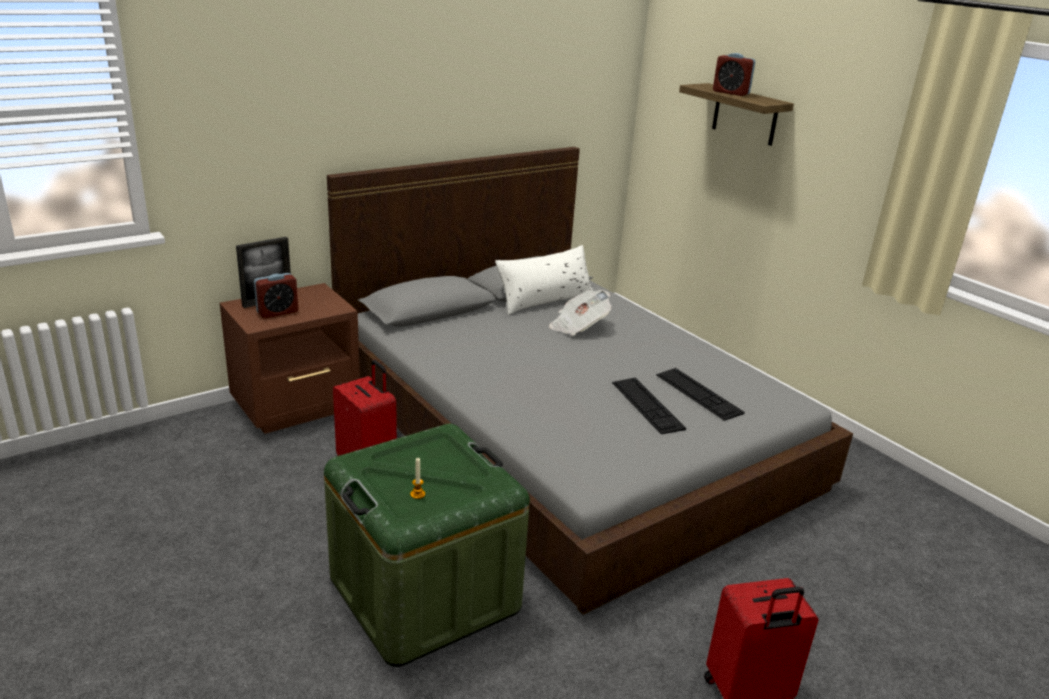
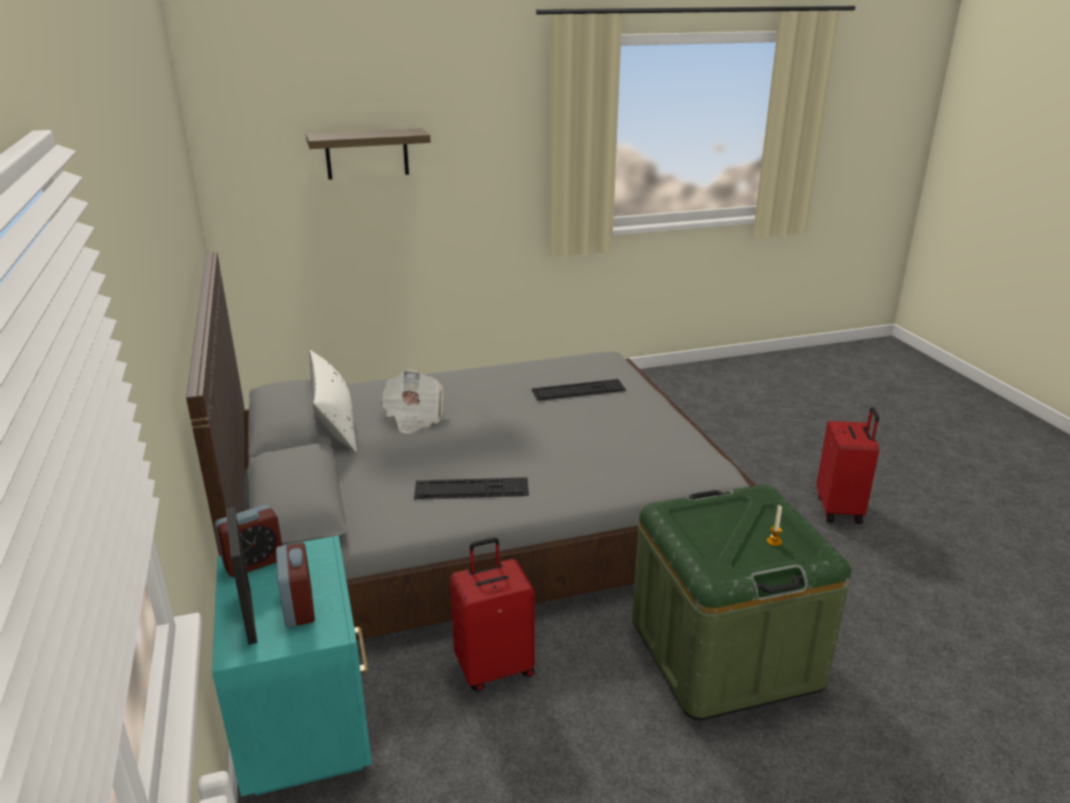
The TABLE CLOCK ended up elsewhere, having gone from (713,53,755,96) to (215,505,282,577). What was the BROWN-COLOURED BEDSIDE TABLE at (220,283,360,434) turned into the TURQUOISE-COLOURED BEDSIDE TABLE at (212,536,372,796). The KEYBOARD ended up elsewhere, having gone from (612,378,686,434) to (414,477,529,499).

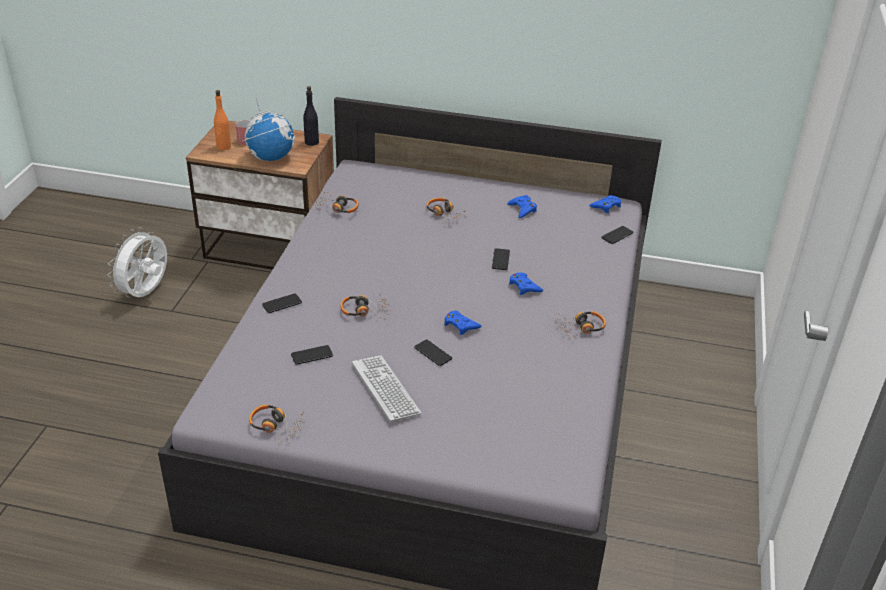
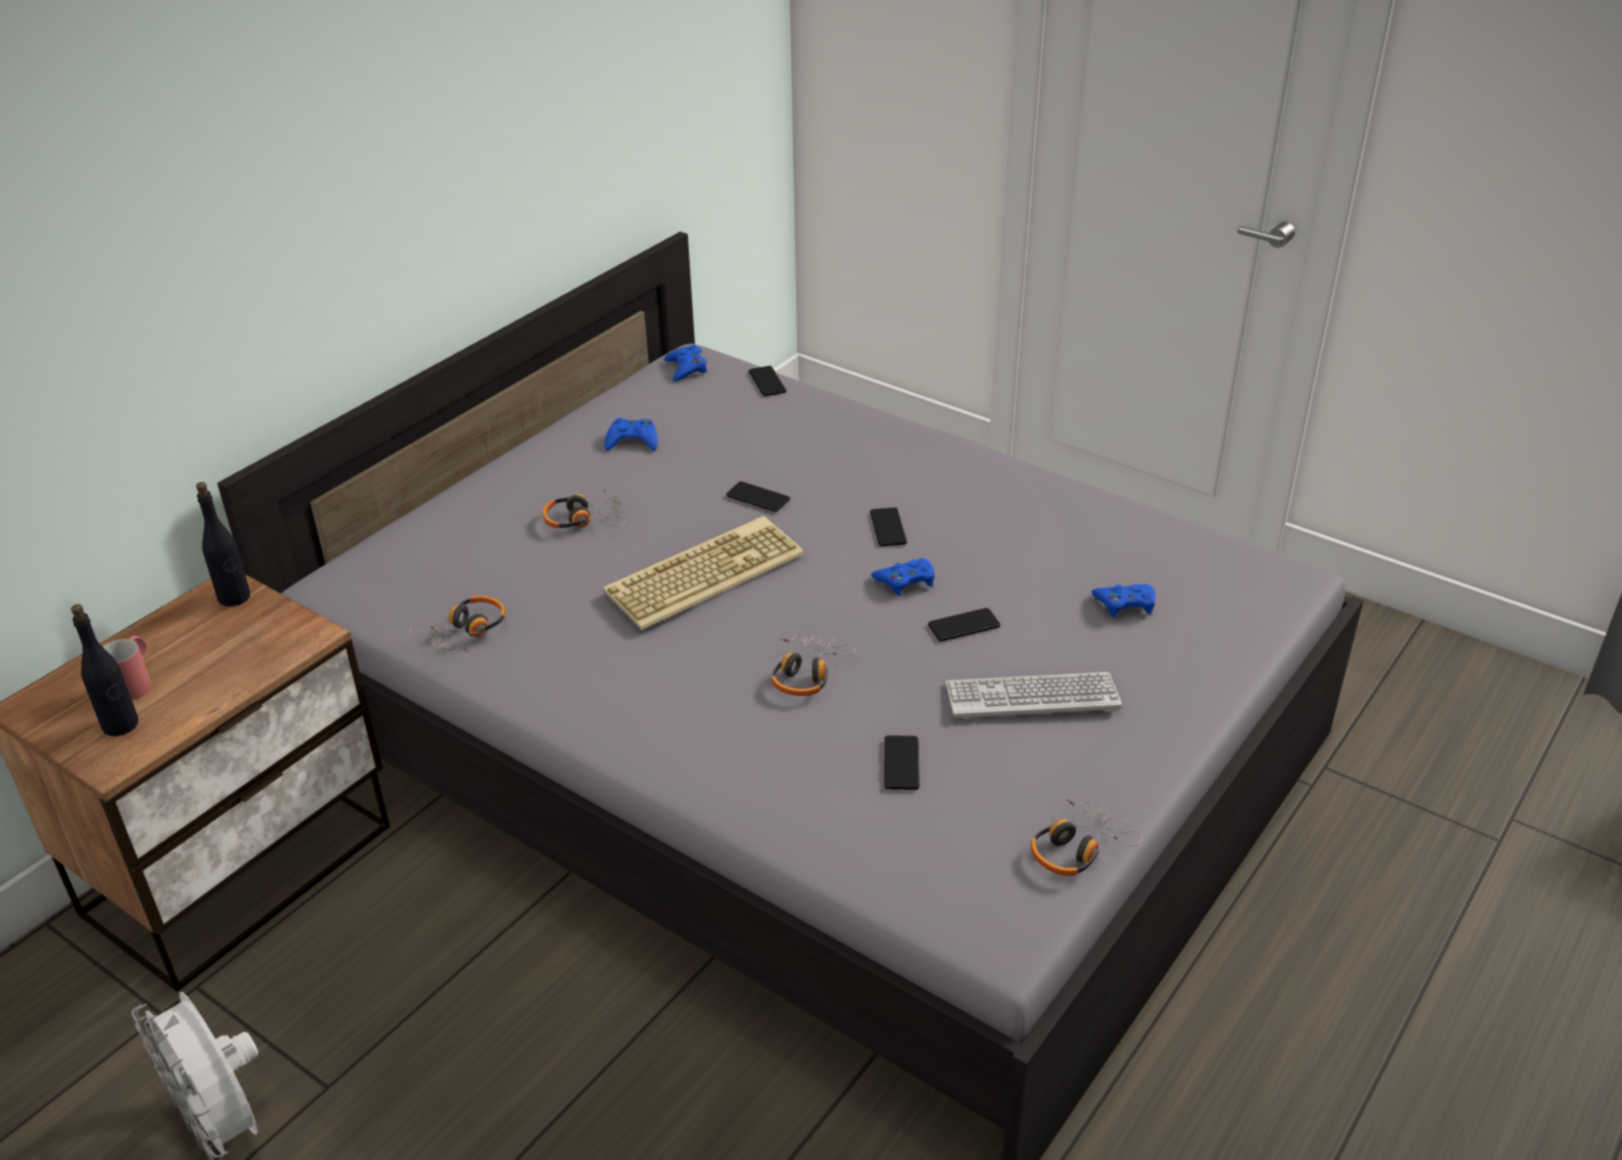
What was the ORANGE-COLOURED BOTTLE at (214,90,231,150) turned into the BLACKISH BOTTLE at (71,604,139,736). The second view lost the GLOBE at (242,97,295,162). The BLUE GAME CONTROLLER ended up elsewhere, having gone from (509,272,543,295) to (1091,584,1155,618). The HANDSET ended up elsewhere, having gone from (262,293,302,313) to (870,507,907,546). The second view lost the PAIR OF HEADPHONES at (553,311,606,339). The second view gained the KEYBOARD at (603,516,804,630).

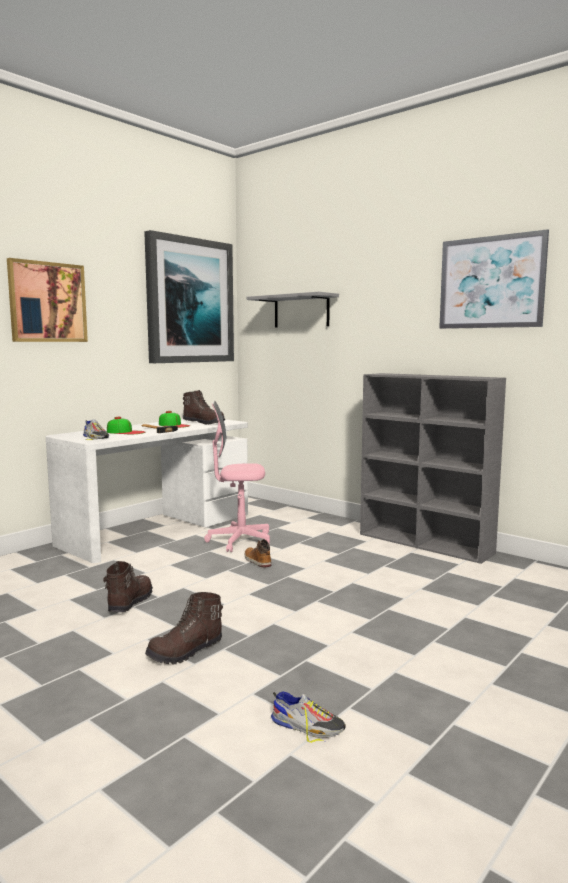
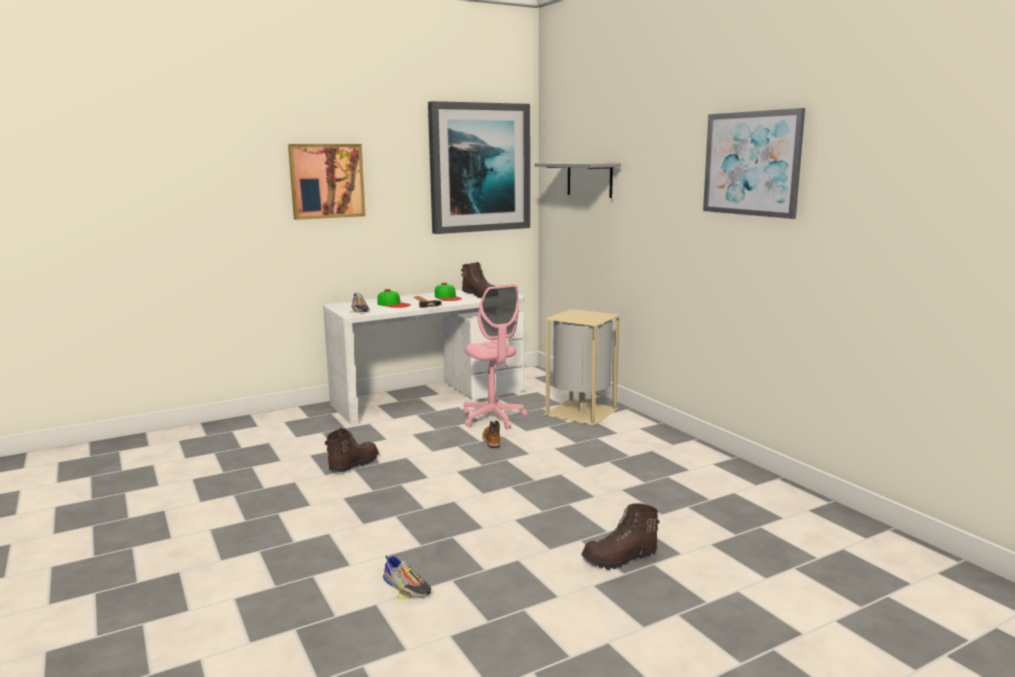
The second view lost the GRAY SHELVING UNIT at (360,373,506,564). The PINKISH DESK CHAIR at (204,401,270,552) ended up facing another way, 135 degrees counterclockwise from before. The BROWN-COLOURED TALL BOOT ended up elsewhere, having gone from (145,592,223,665) to (582,503,660,570). The second view gained the BEIGE TRASH CAN at (543,309,621,425).

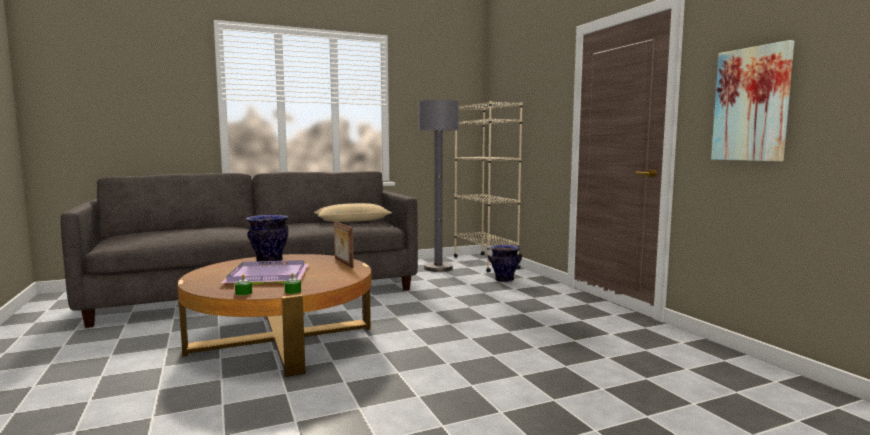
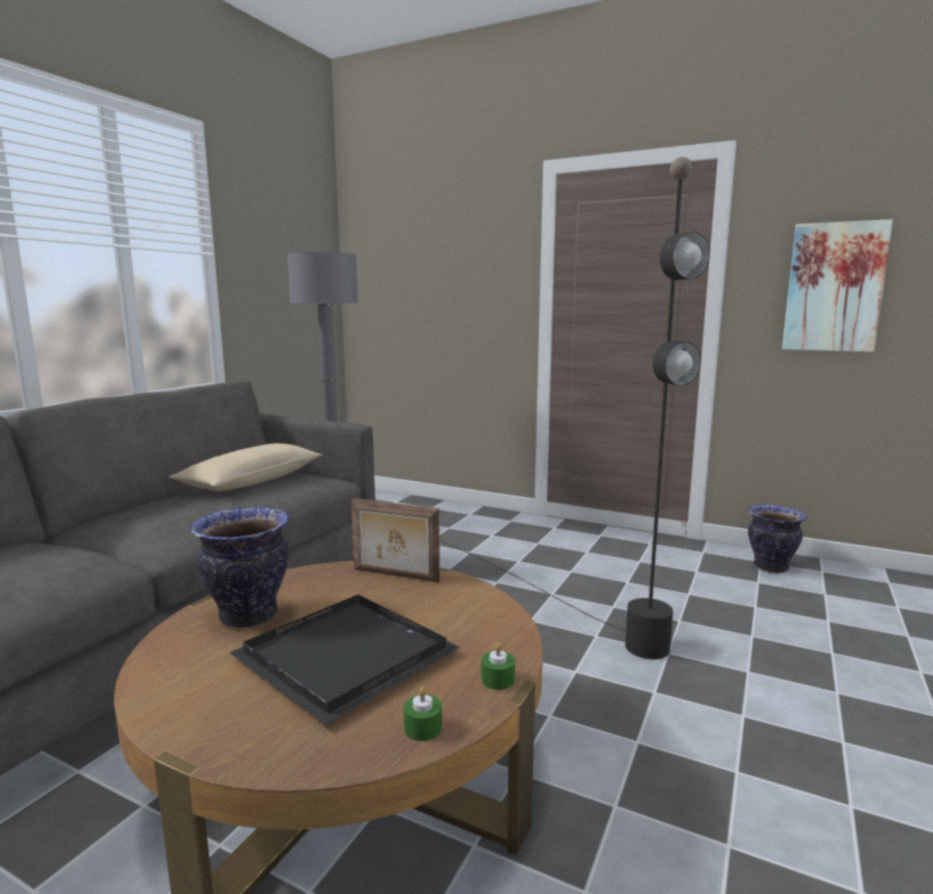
The second view lost the BEIGE SHELVING UNIT at (454,101,523,272). The VASE ended up elsewhere, having gone from (488,245,522,282) to (748,505,807,573). What was the PURPLE-COLOURED SERVING TRAY at (221,260,309,285) turned into the BLACKISH SERVING TRAY at (229,595,460,725). The second view gained the BLACKISH STANDARD LAMP at (441,157,710,659).

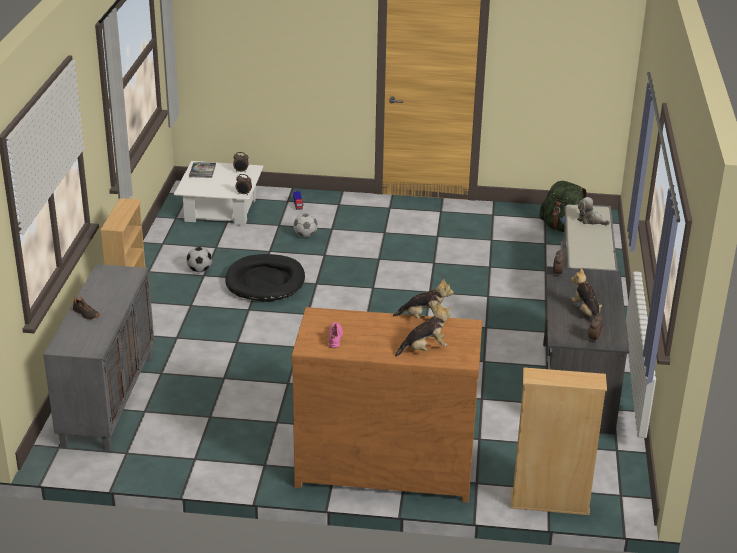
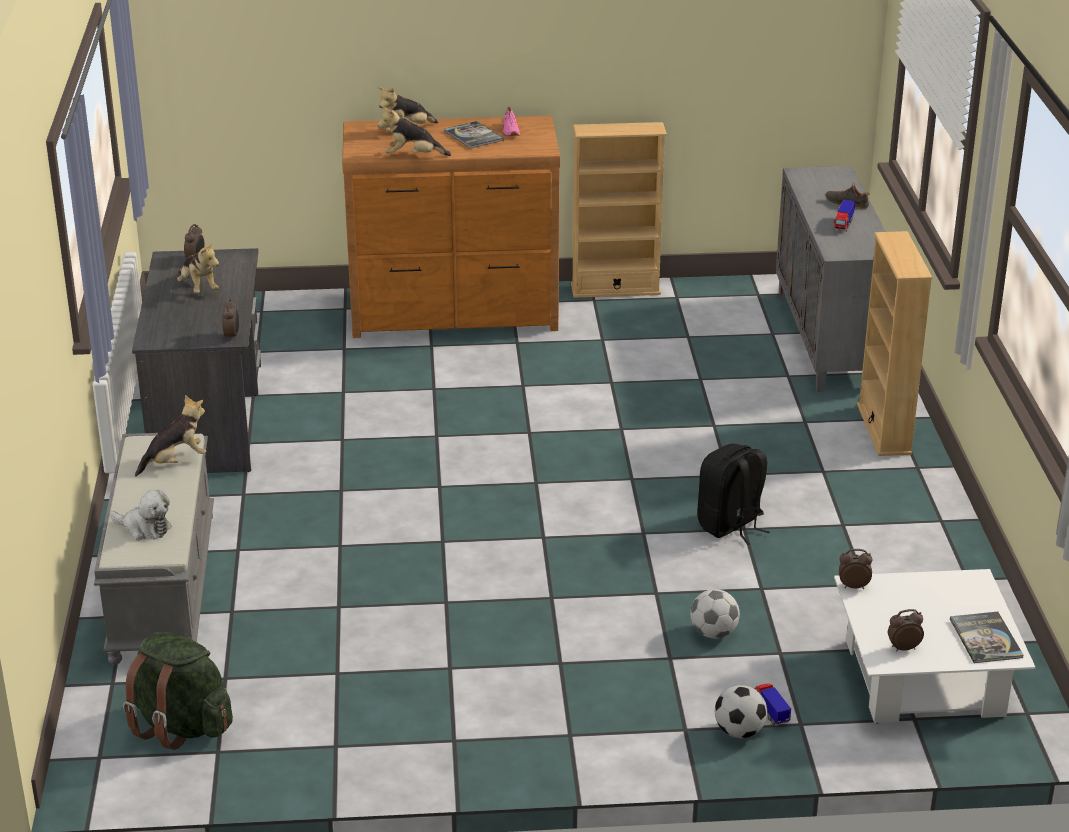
The FOOTBALL ended up elsewhere, having gone from (186,247,212,272) to (715,685,767,738). Where the BLACKISH DOG BED stood at (225,254,305,302), the BLACKISH KNAPSACK came to stand at (697,443,770,545). The BEIGE SHELVING UNIT ended up elsewhere, having gone from (511,367,607,515) to (571,122,667,298). The second view gained the BOOK at (444,121,504,148). The second view gained the MODEL TRUCK at (834,200,855,232). The second view gained the CUDDLY TOY at (135,395,206,477).

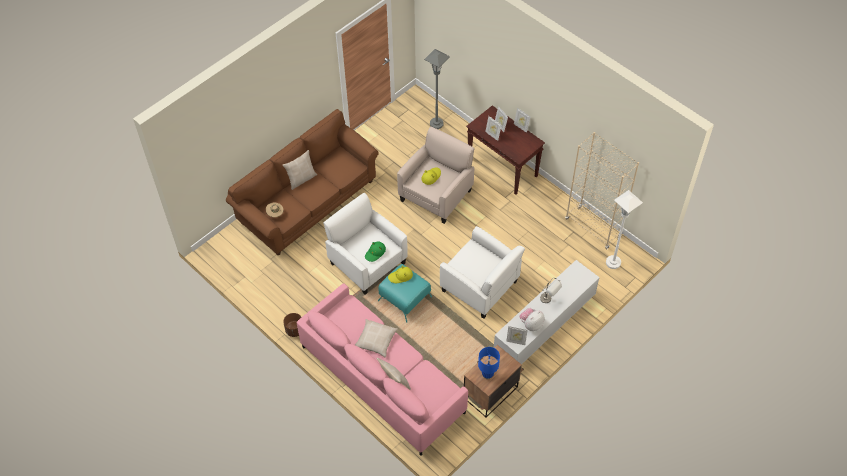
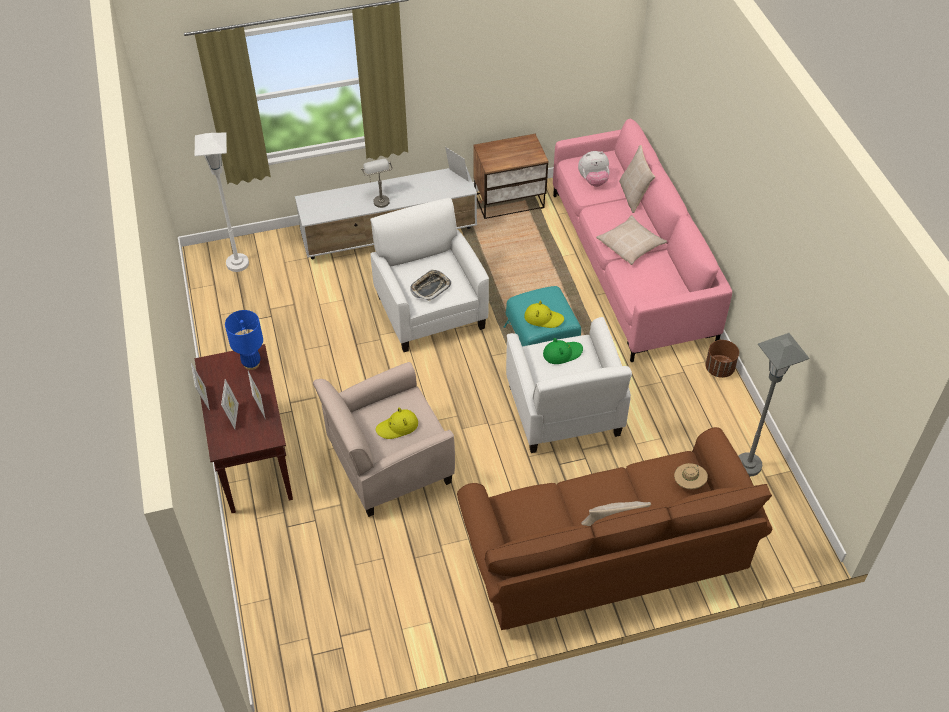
The GRAY STANDARD LAMP ended up elsewhere, having gone from (424,49,450,129) to (739,333,810,476). The second view lost the BEIGE SHELVING UNIT at (565,132,639,250). The CUDDLY TOY ended up elsewhere, having gone from (519,308,545,331) to (578,151,610,187). The BLUE TABLETOP LAMP ended up elsewhere, having gone from (478,347,500,379) to (225,310,263,370). The second view gained the SERVING TRAY at (410,269,451,301).

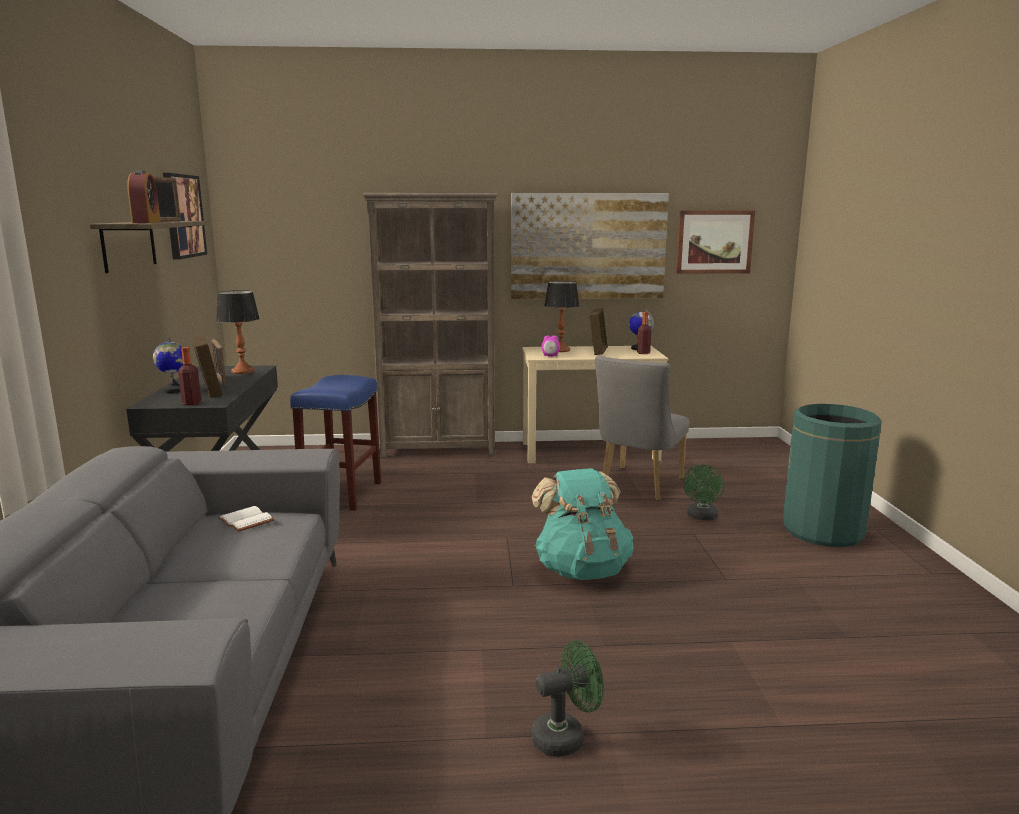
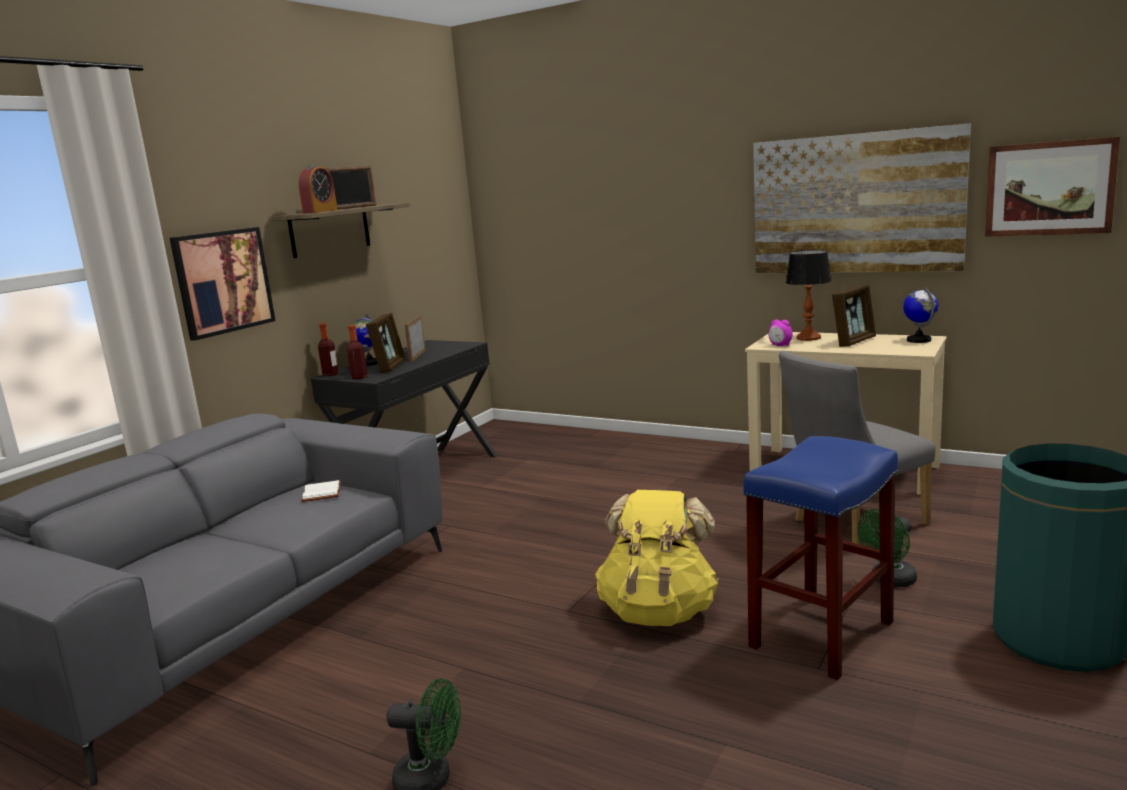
The WALL ART ended up elsewhere, having gone from (163,173,207,260) to (170,227,276,341). The second view lost the BROWN-COLOURED SHELVING UNIT at (362,193,498,459). The second view lost the TABLETOP LAMP at (216,290,260,374). The BOTTLE ended up elsewhere, having gone from (637,312,651,354) to (318,323,338,376). The BLUE SITTING STOOL ended up elsewhere, having gone from (290,375,381,511) to (744,436,899,680). What was the TURQUOISE-COLOURED KNAPSACK at (532,468,634,580) turned into the YELLOW-COLOURED KNAPSACK at (595,490,719,626).

